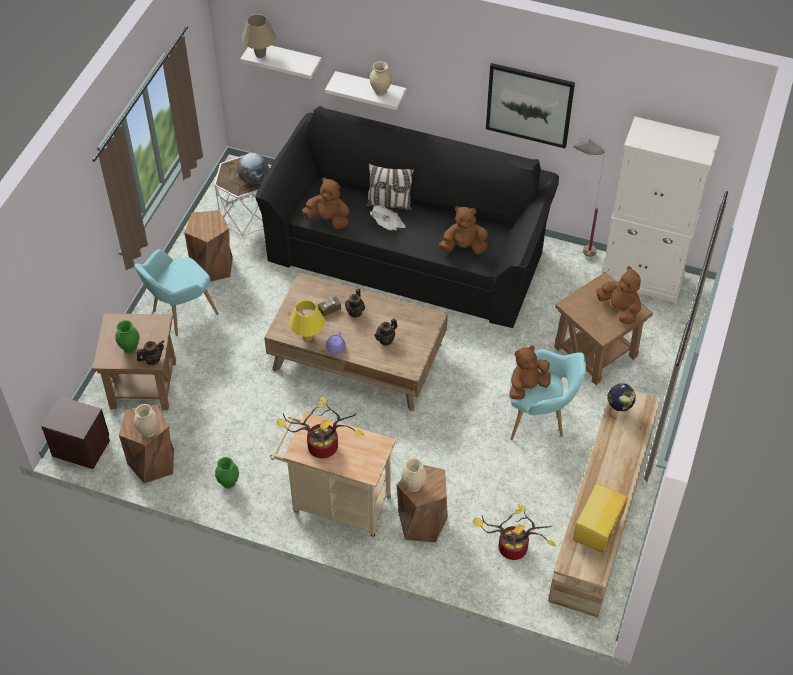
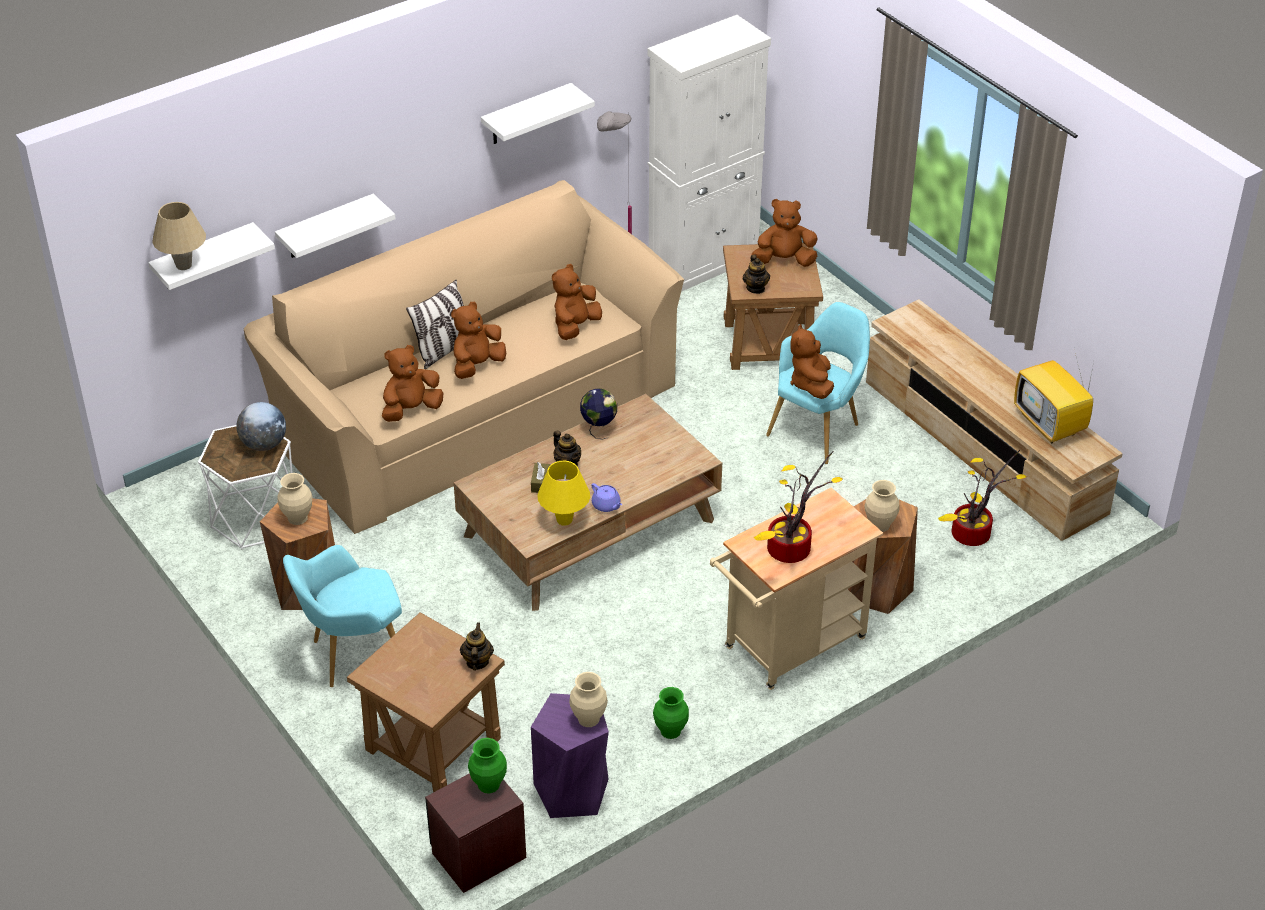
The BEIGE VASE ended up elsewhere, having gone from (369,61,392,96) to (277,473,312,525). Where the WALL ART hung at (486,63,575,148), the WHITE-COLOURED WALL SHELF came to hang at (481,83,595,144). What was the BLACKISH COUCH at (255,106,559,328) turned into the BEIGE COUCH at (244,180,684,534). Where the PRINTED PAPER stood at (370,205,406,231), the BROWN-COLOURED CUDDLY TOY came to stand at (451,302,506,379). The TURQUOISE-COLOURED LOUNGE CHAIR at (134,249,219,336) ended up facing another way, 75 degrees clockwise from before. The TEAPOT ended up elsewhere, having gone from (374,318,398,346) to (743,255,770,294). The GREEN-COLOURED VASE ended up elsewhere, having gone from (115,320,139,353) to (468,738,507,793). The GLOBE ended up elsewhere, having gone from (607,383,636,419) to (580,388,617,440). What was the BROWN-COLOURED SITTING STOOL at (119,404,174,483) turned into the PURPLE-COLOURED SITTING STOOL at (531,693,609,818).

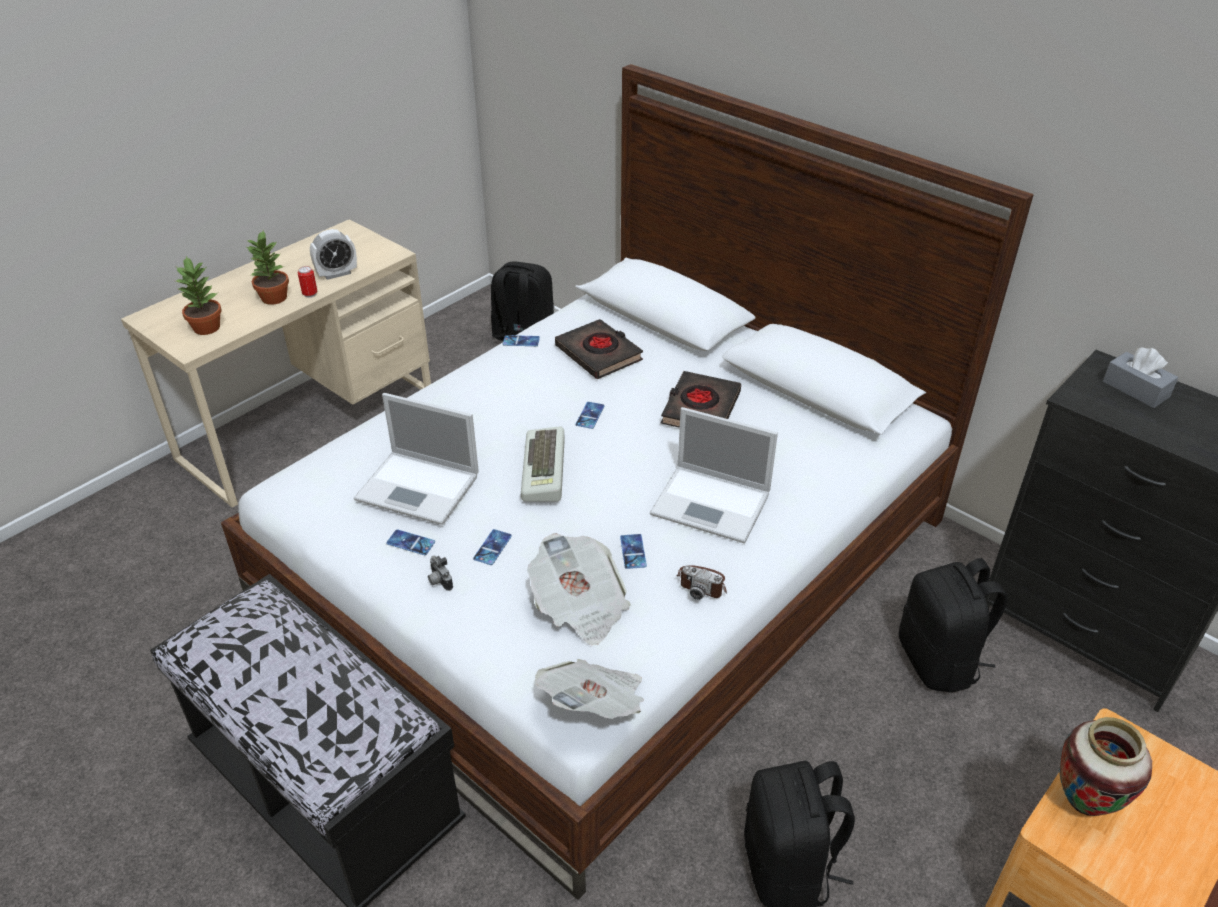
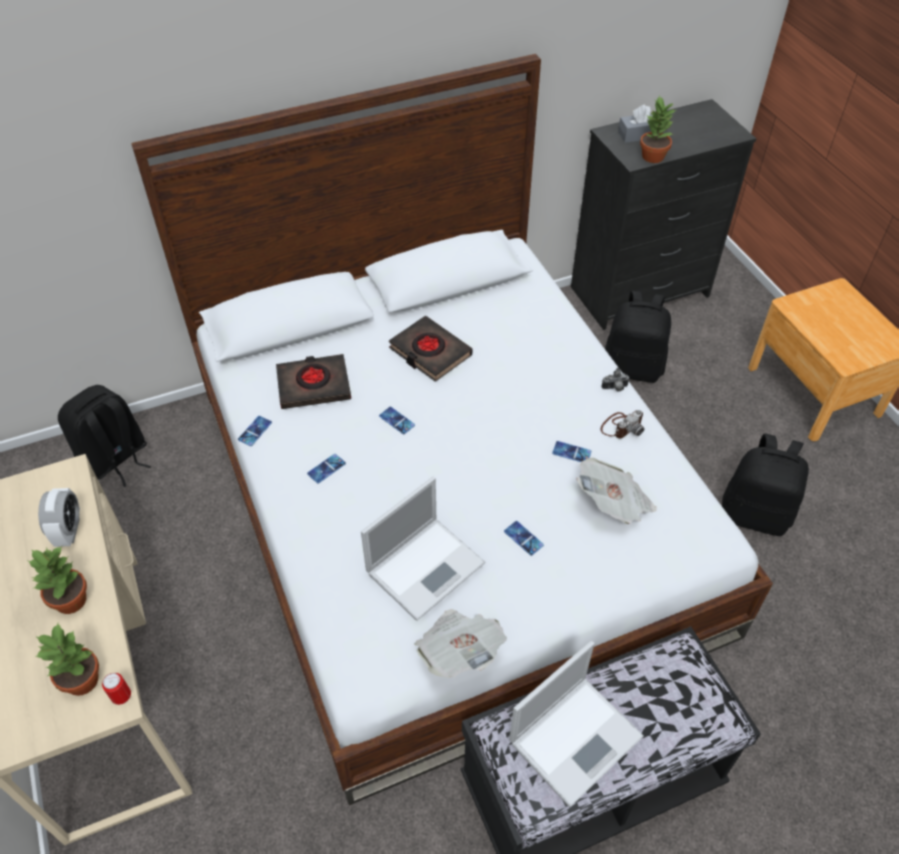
The SEALED CAN ended up elsewhere, having gone from (298,266,317,298) to (102,673,131,705). The PORTABLE COMPUTER ended up elsewhere, having gone from (650,407,778,543) to (509,641,644,807). The second view lost the KEYBOARD at (521,426,565,501). The HANDSET ended up elsewhere, having gone from (386,529,435,555) to (307,454,346,484). The PHOTO CAMERA ended up elsewhere, having gone from (428,555,453,591) to (602,368,630,392). The PRINTED PAPER ended up elsewhere, having gone from (535,659,644,719) to (414,609,507,678). The second view lost the VASE at (1059,717,1152,816). The second view gained the POTTED PLANT at (640,95,676,163).

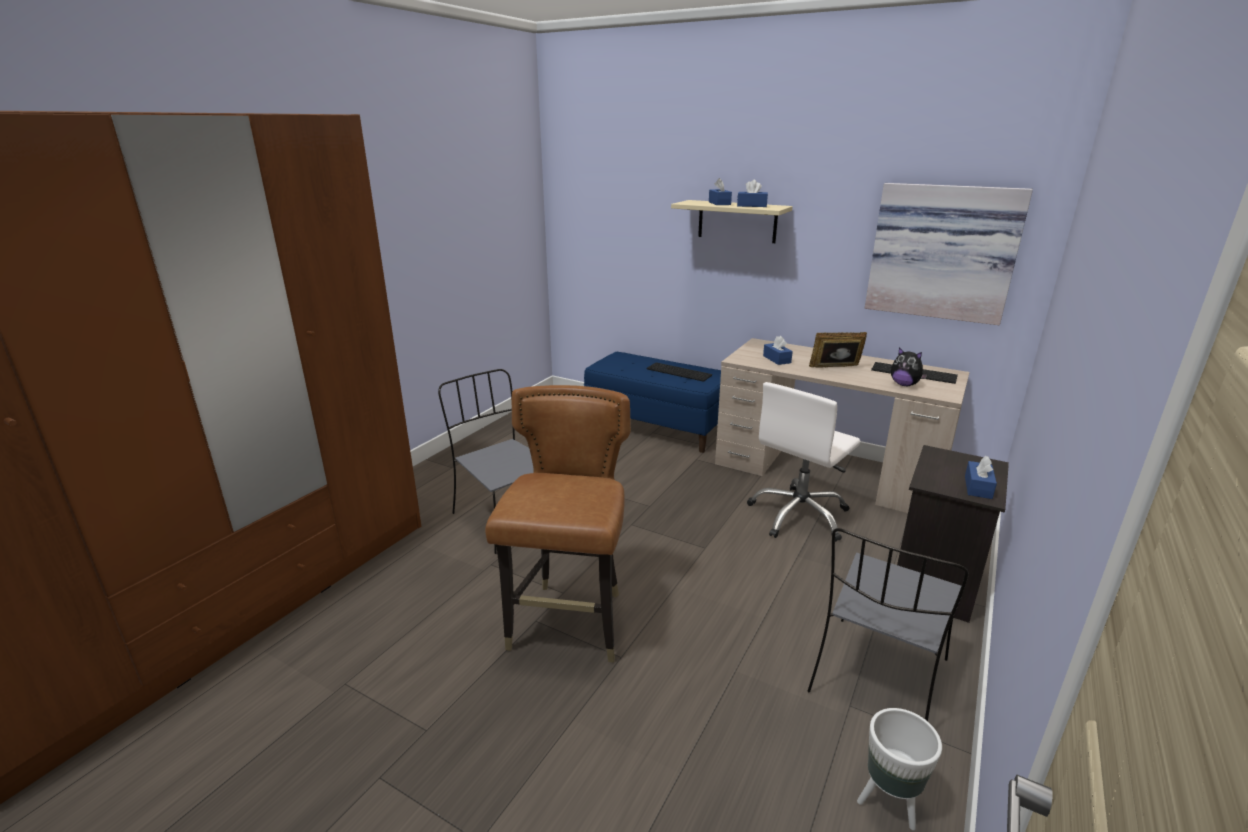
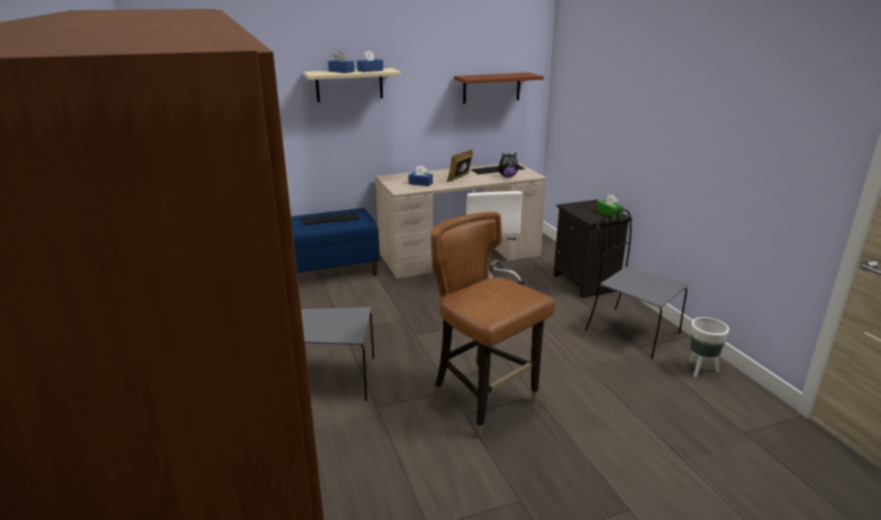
Where the WALL ART hung at (865,183,1033,325), the BROWN-COLOURED WALL SHELF came to hang at (454,72,544,104). What was the BLUE TISSUE BOX at (965,456,997,499) turned into the GREEN-COLOURED TISSUE BOX at (597,194,623,218). The GRAY UPRIGHT CHAIR at (808,528,969,721) ended up facing another way, 150 degrees clockwise from before.

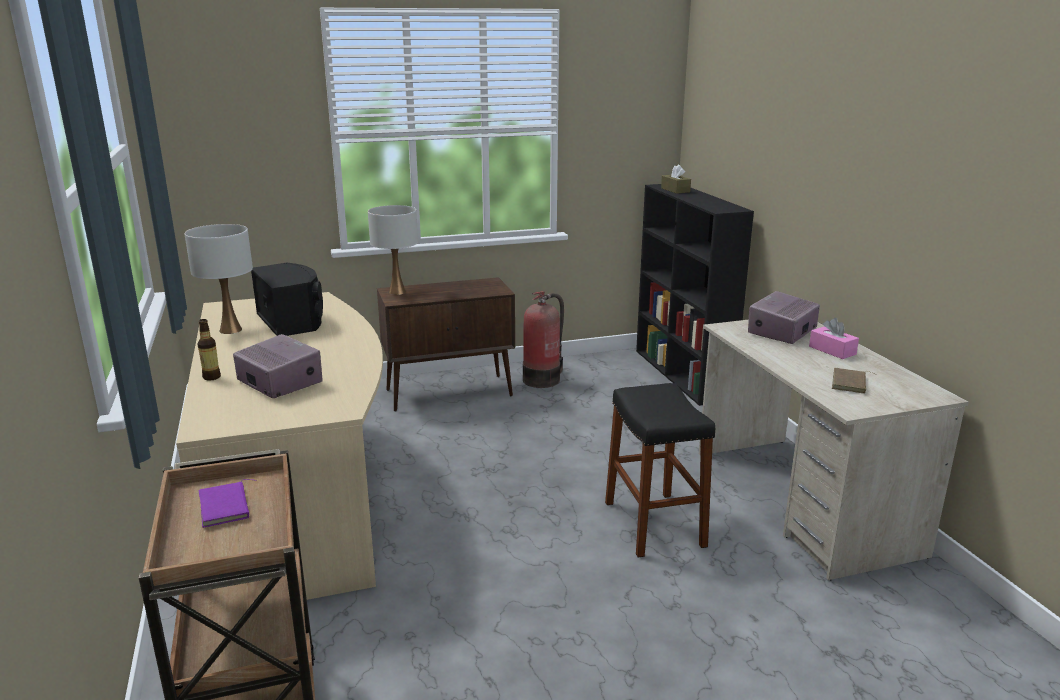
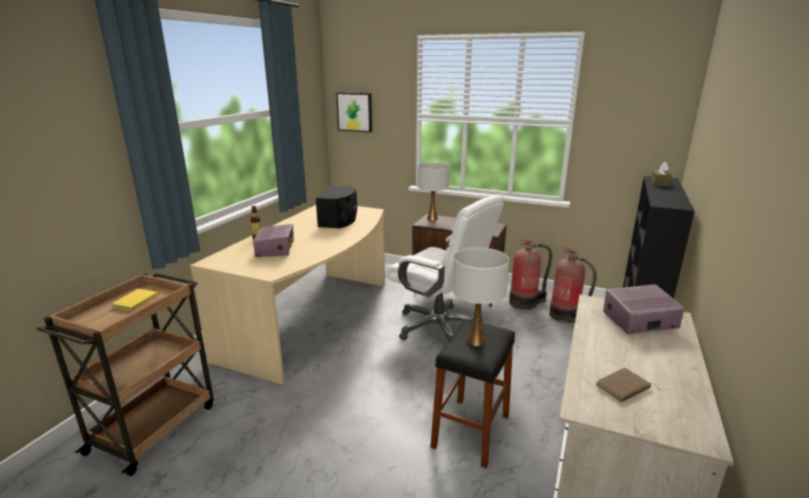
The WHITE-COLOURED TABLETOP LAMP ended up elsewhere, having gone from (184,224,253,334) to (453,247,509,346). The second view lost the PINKISH TISSUE BOX at (809,318,859,359). What was the PURPLE-COLOURED BOOK at (199,479,257,528) turned into the YELLOW-COLOURED BOOK at (112,289,163,311). The second view gained the WALL ART at (336,92,372,132). The second view gained the WHITE-COLOURED DESK CHAIR at (385,195,504,342). The second view gained the EXTINGUISHER at (549,246,597,323).

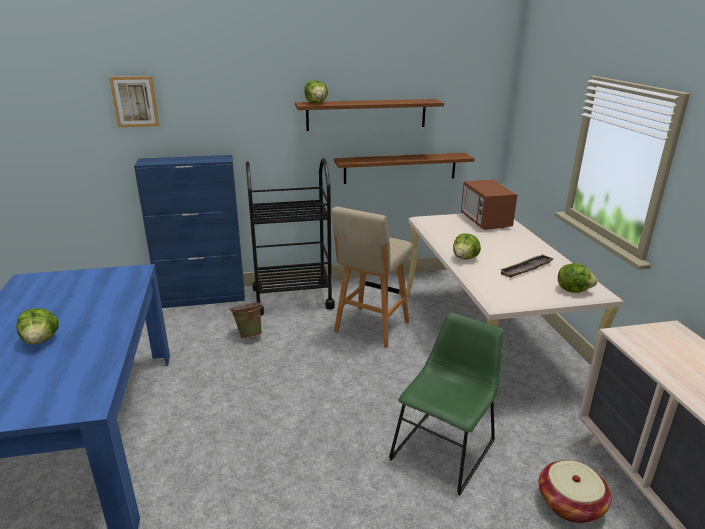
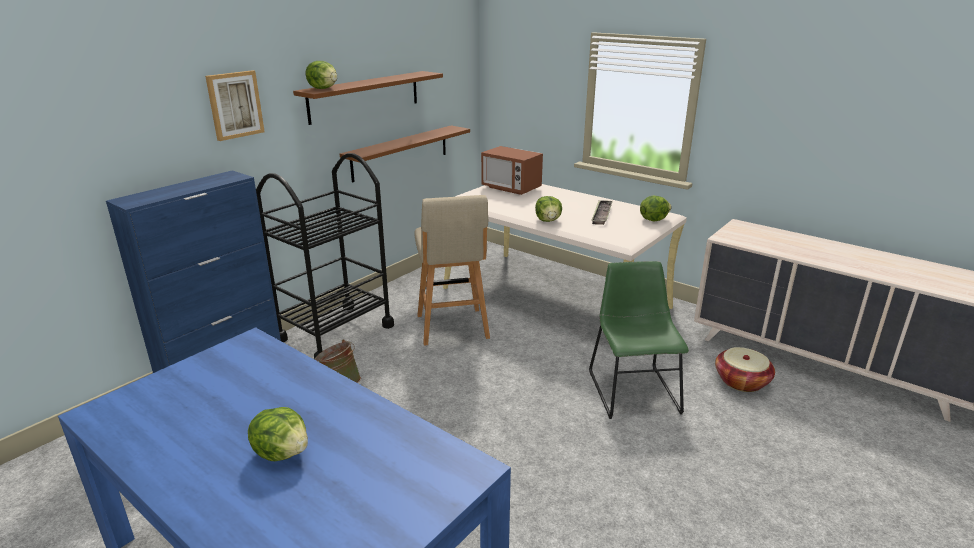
The WALL ART ended up elsewhere, having gone from (109,76,159,127) to (205,70,265,141).

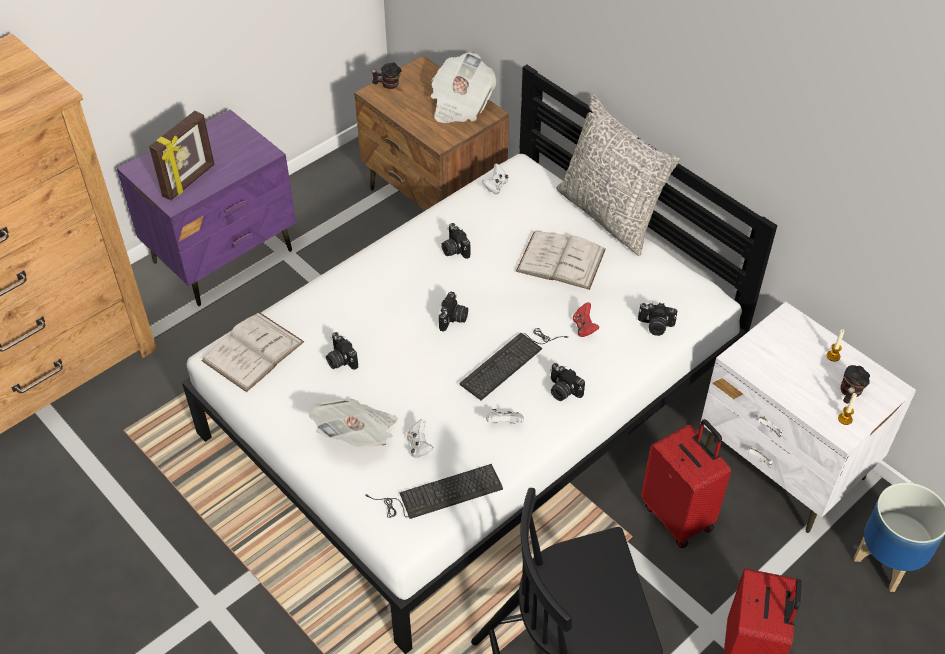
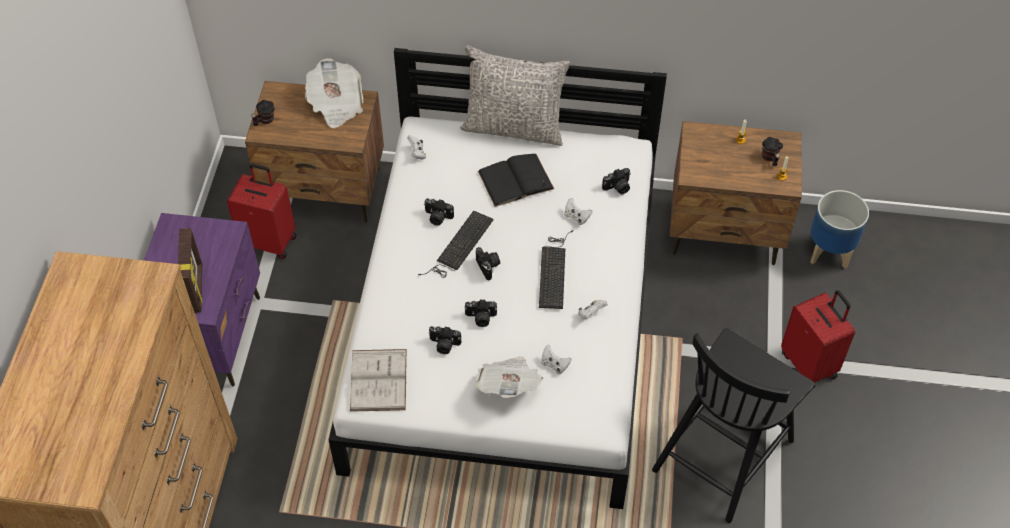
What was the WHITE-COLOURED BOOK at (516,231,606,290) turned into the BLACKISH BOOK at (478,154,554,207). What was the REDDISH GAME CONTROLLER at (573,302,599,337) turned into the WHITE-COLOURED GAME CONTROLLER at (564,198,592,225). What was the WHITE-COLOURED BEDSIDE TABLE at (700,302,916,533) turned into the BROWN-COLOURED BEDSIDE TABLE at (670,121,802,265). The PHOTO CAMERA ended up elsewhere, having gone from (550,363,585,401) to (464,299,497,327). The REDDISH SUITCASE ended up elsewhere, having gone from (641,419,731,548) to (227,163,297,259). The KEYBOARD ended up elsewhere, having gone from (366,464,503,519) to (418,211,493,278).

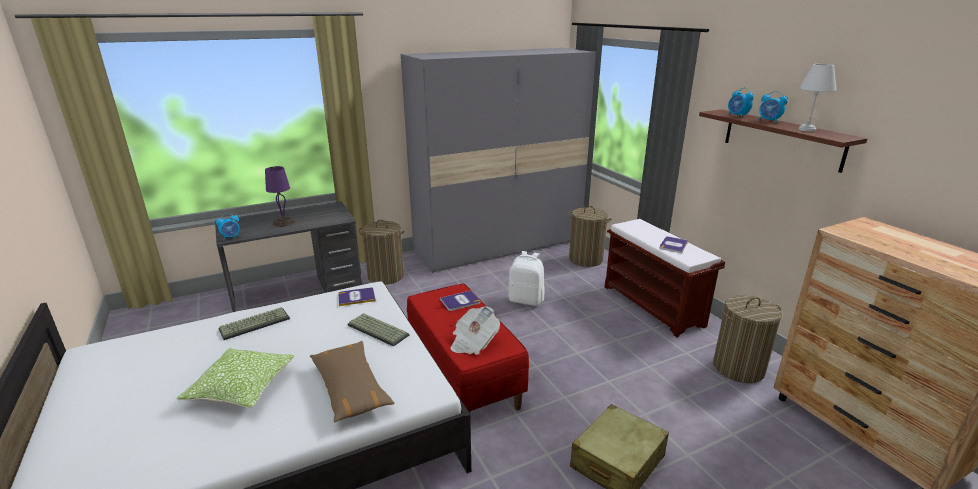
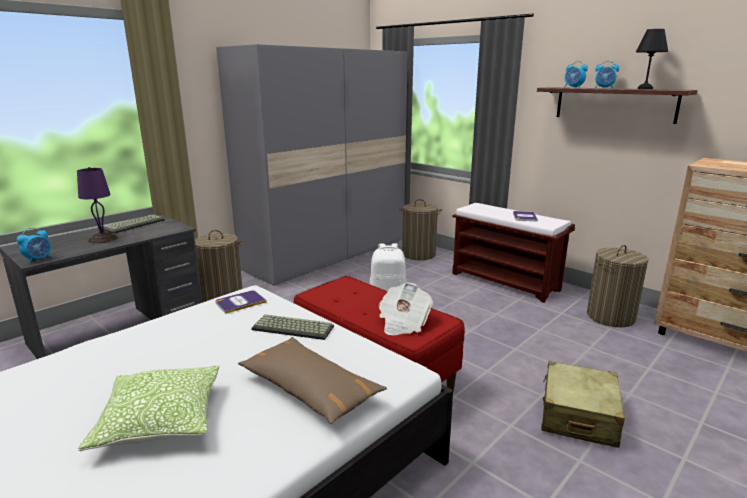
What was the WHITE-COLOURED TABLETOP LAMP at (798,64,836,132) turned into the BLACKISH TABLETOP LAMP at (636,29,668,89). The second view lost the BOOK at (440,291,480,311). The KEYBOARD ended up elsewhere, having gone from (218,307,290,340) to (104,214,165,234).

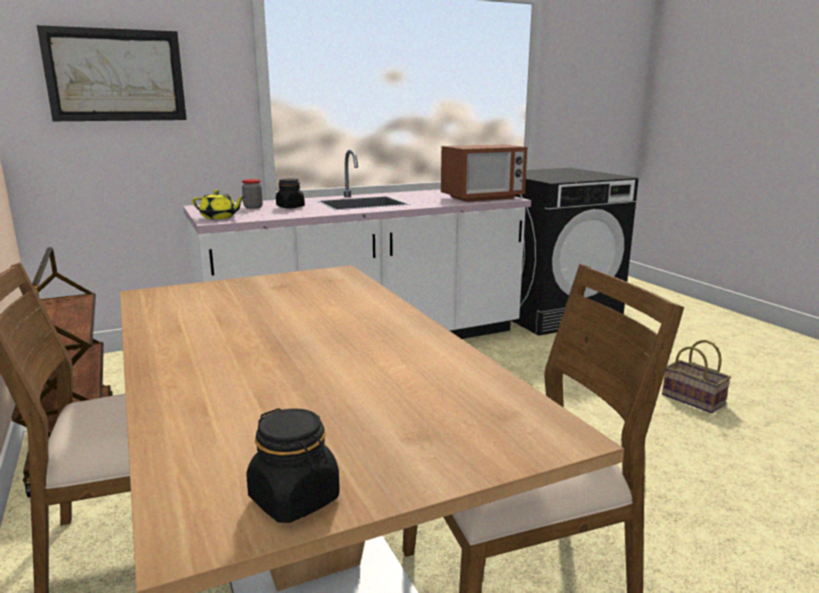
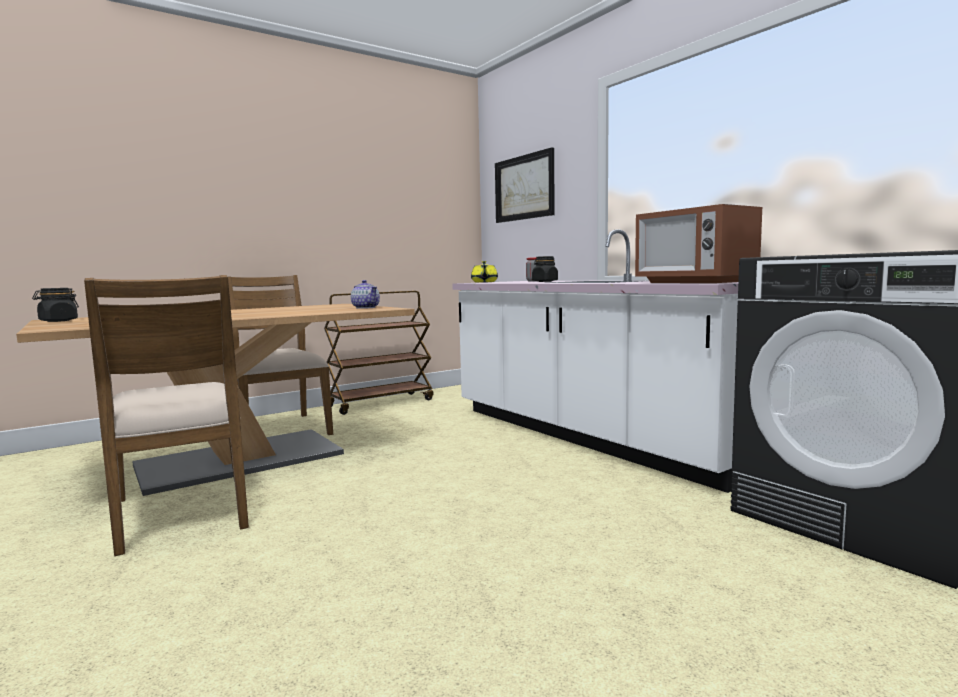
The second view lost the BASKET at (662,340,731,413). The second view gained the TEAPOT at (351,280,380,309).

